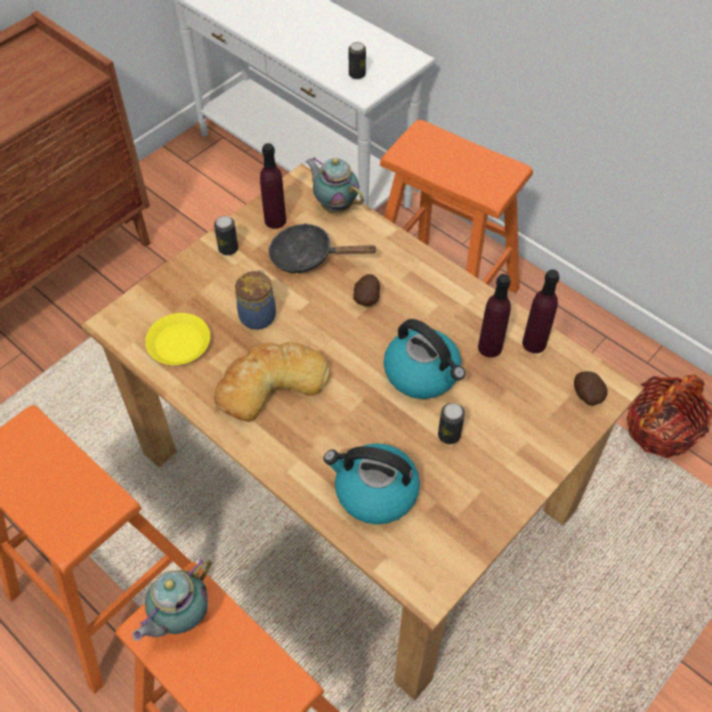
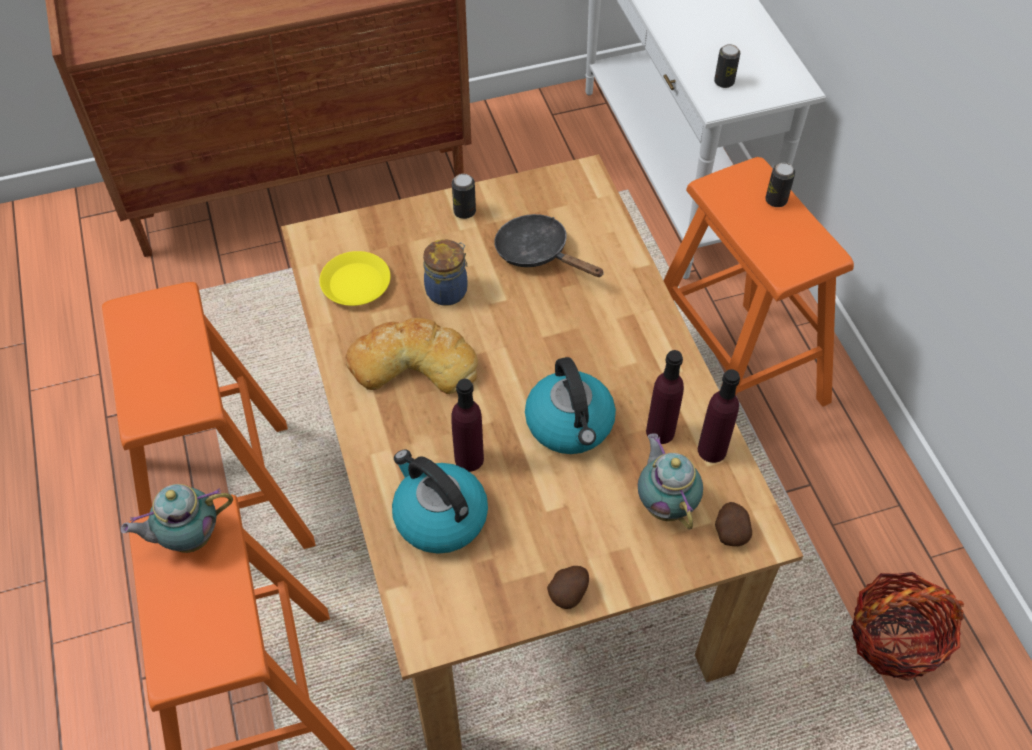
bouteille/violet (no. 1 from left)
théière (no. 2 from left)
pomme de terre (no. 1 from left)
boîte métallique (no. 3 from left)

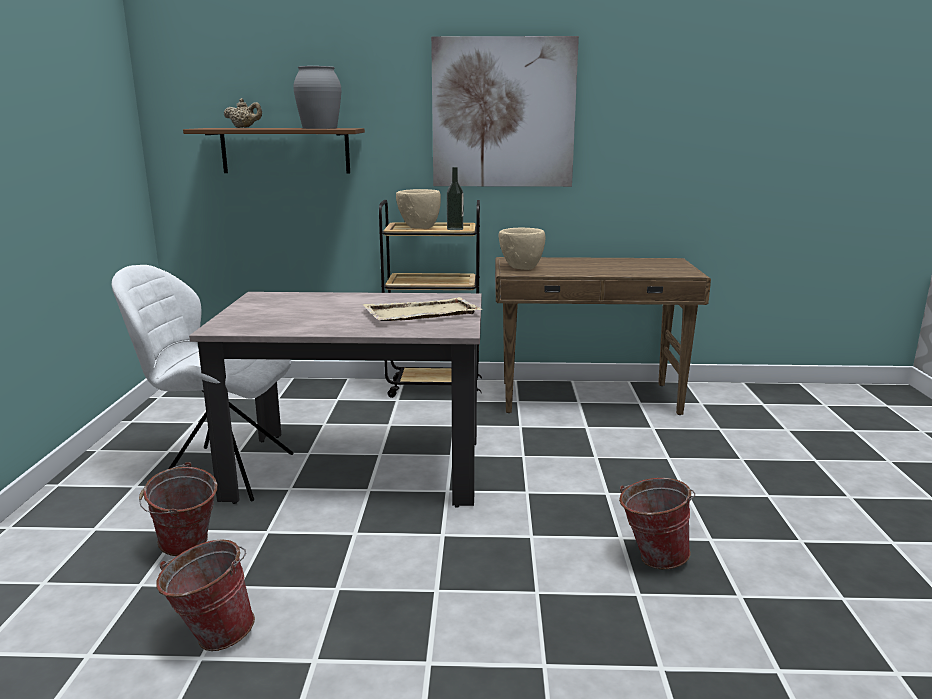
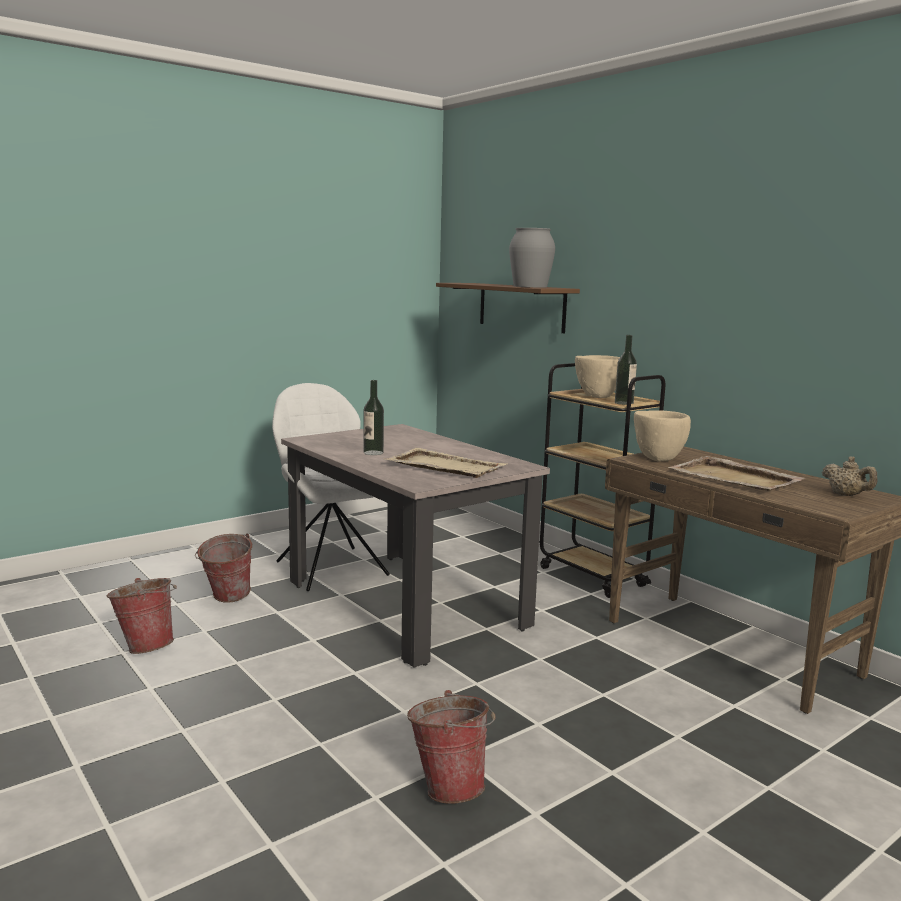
tableau
bouteille (no. 1 from left)
plateau/beige (no. 2 from left)
théière/beige

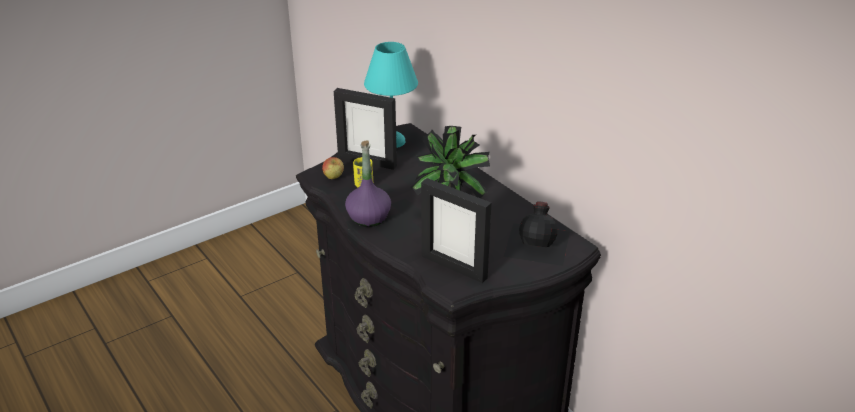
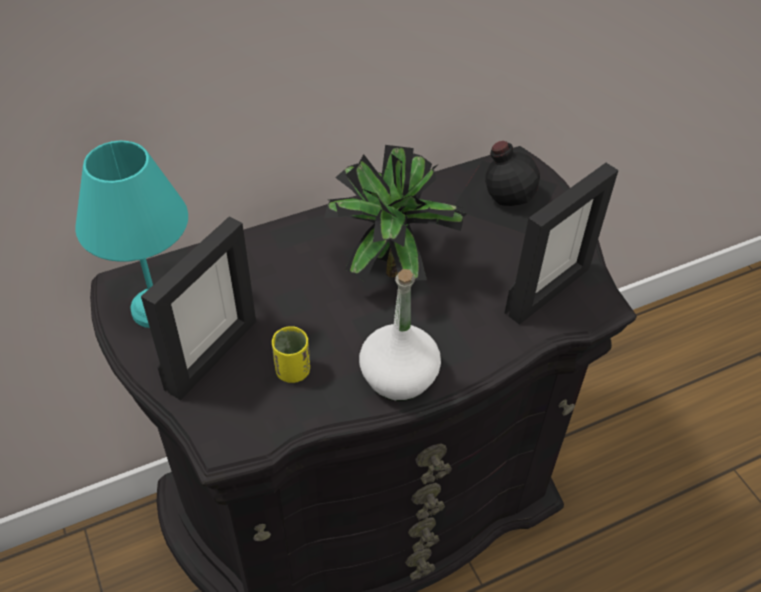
pomme
bouteille/blanc

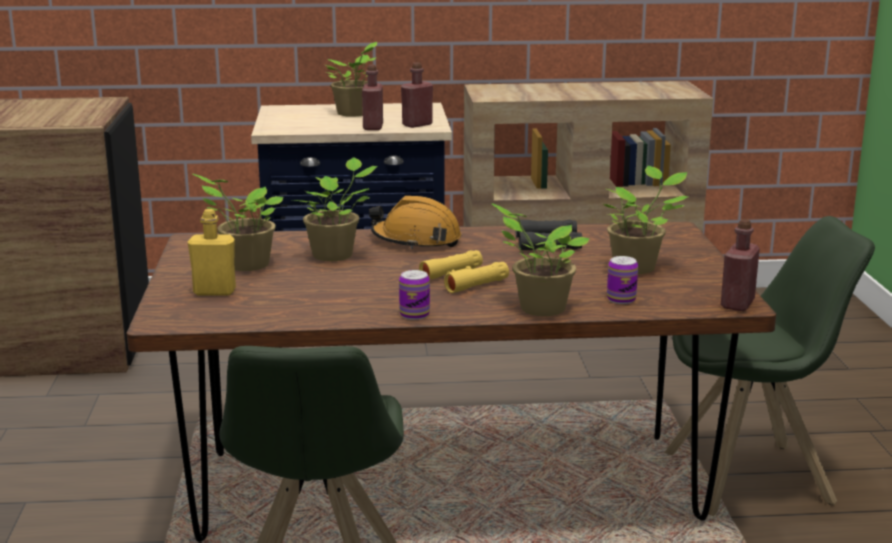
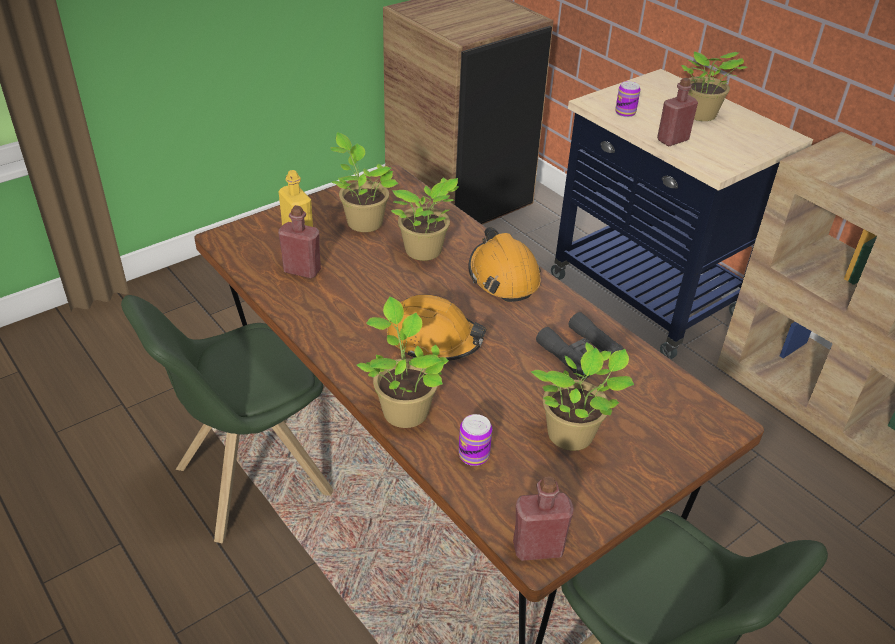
boîte métallique (no. 2 from left)
bouteille/rouge (no. 1 from left)
casque de chantier/orange (no. 1 from left)

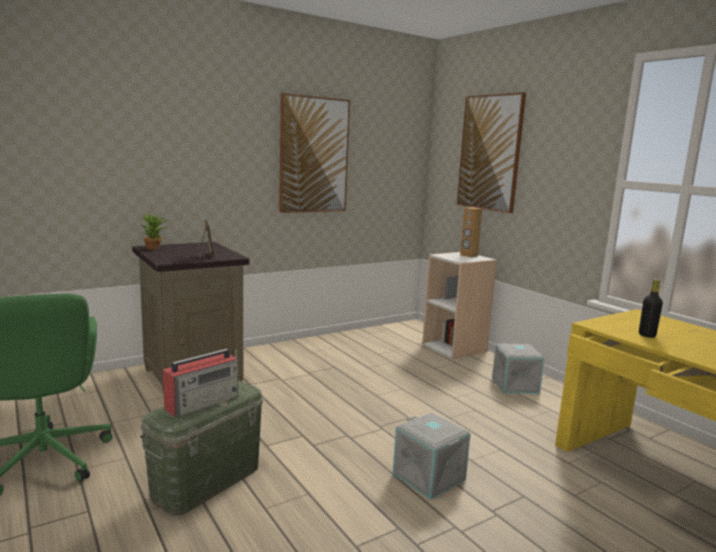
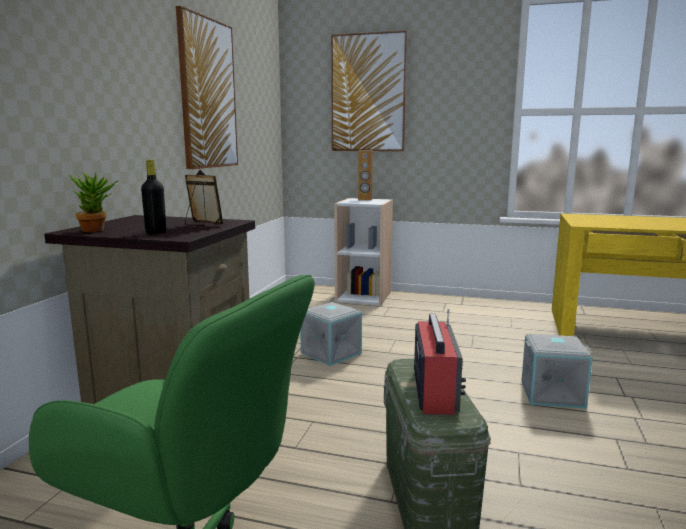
boîte de rangement/gris (no. 1 from left)
bouteille/noir

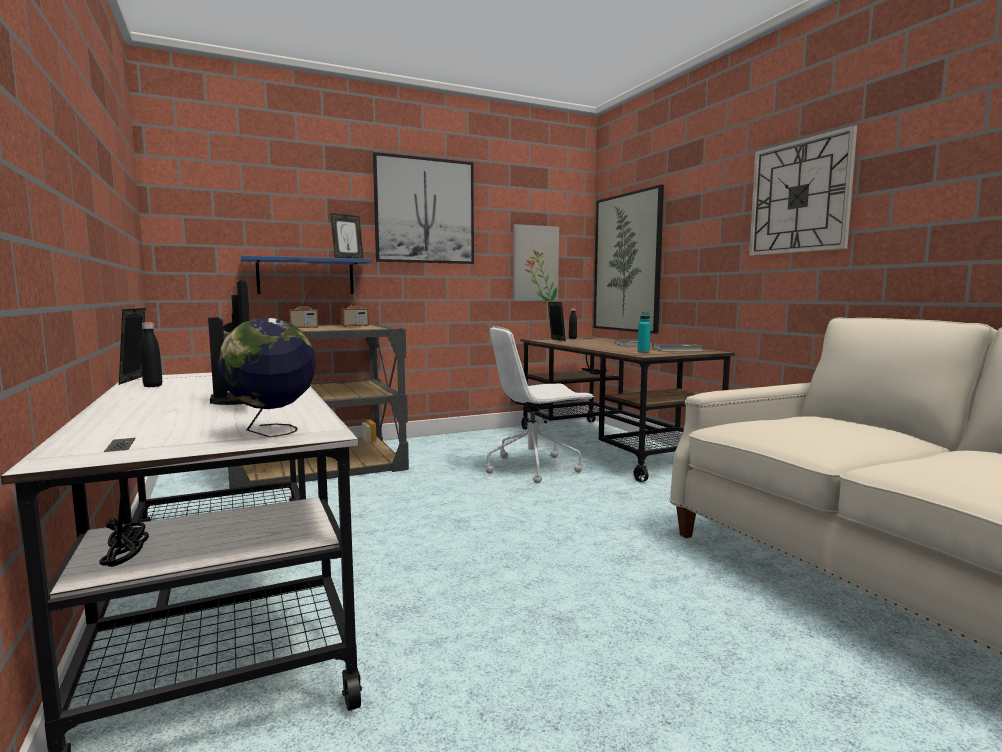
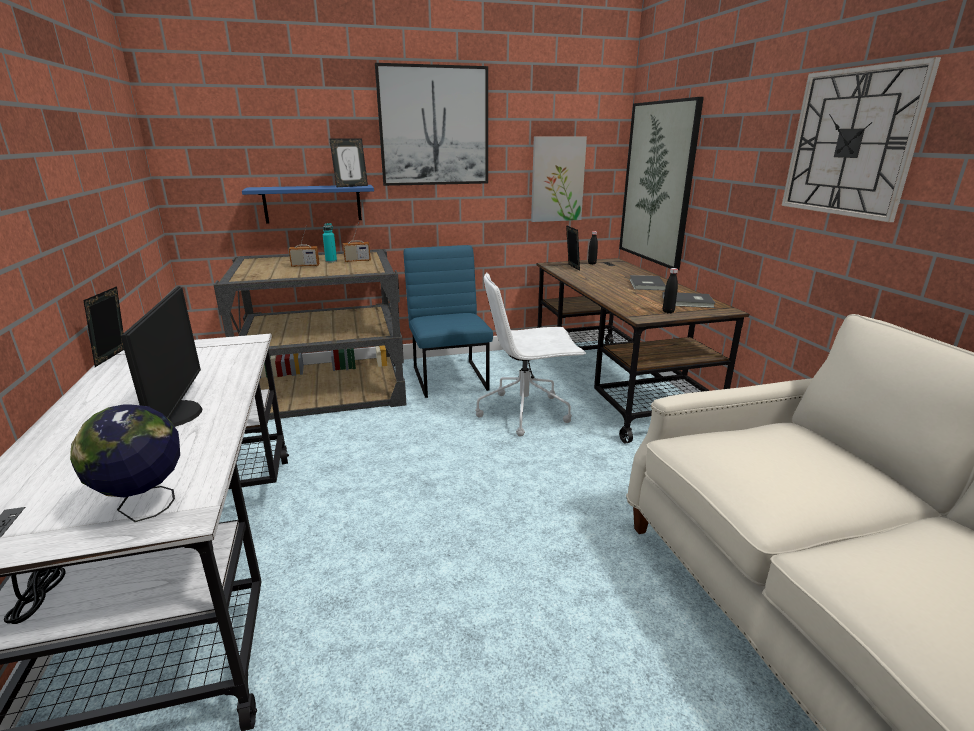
chaise/bleu
bouteille/noir (no. 2 from left)
bouteille/turquoise

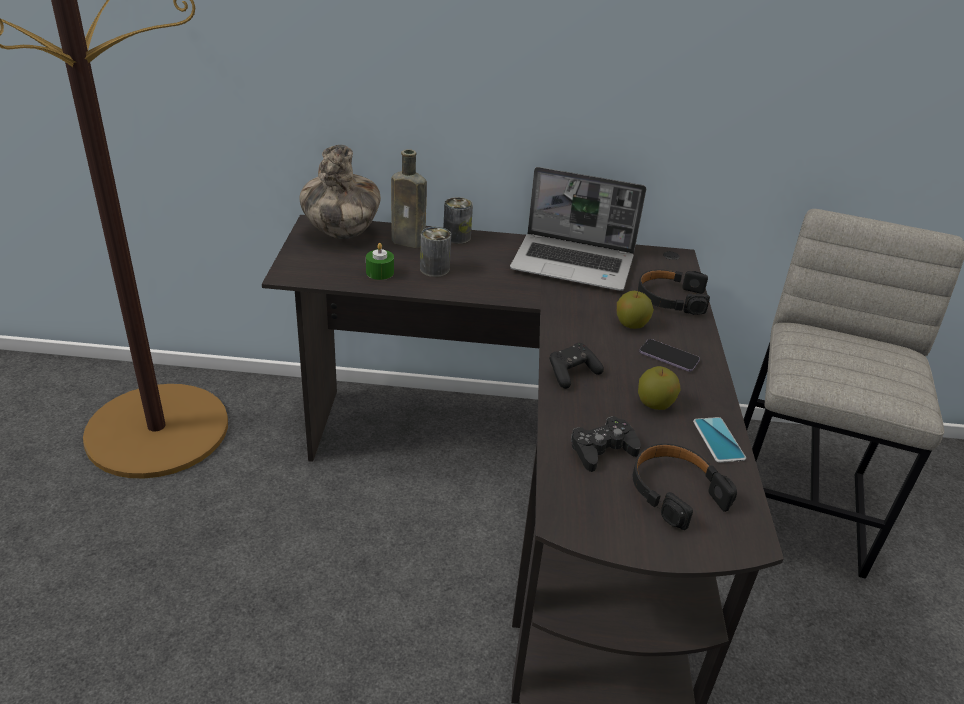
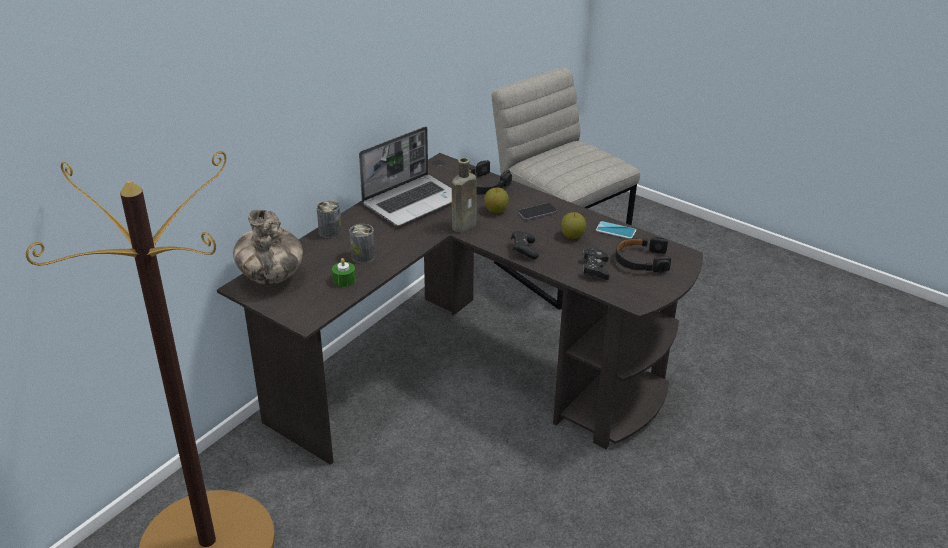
bouteille/marron

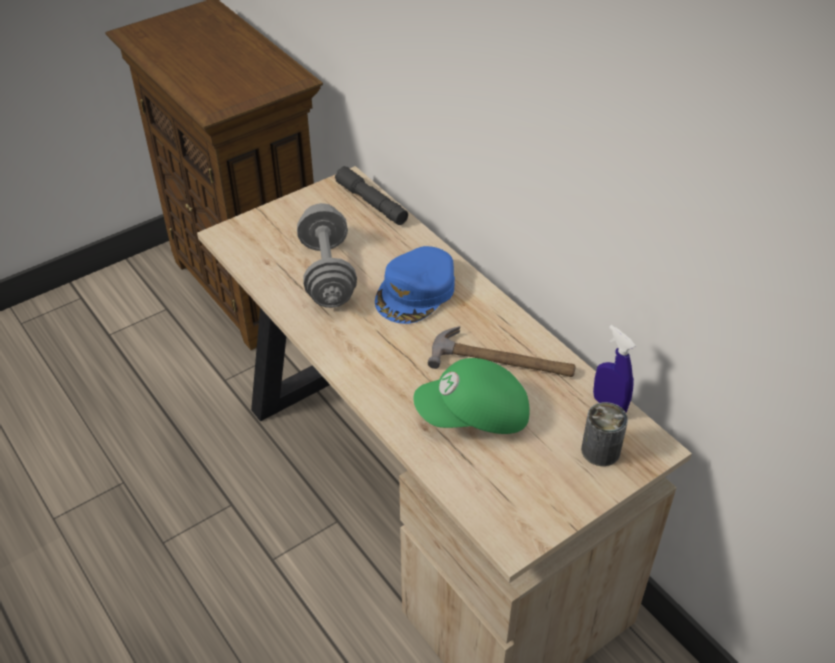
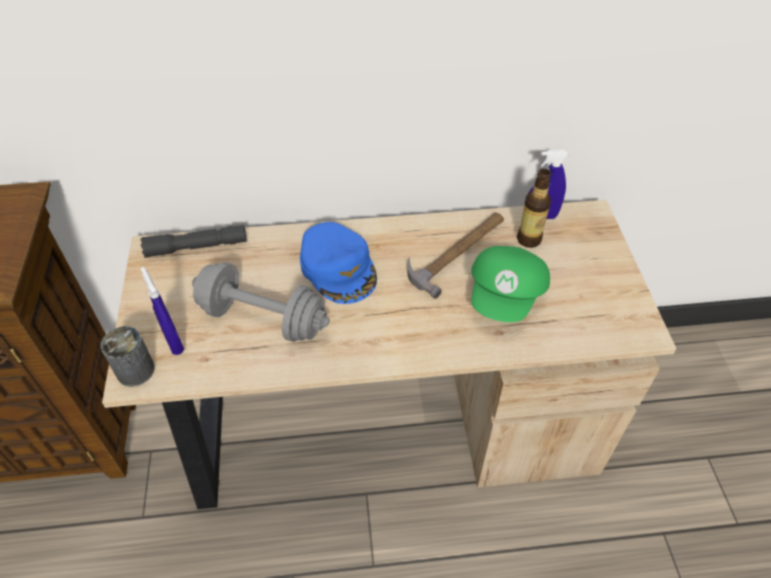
vaporisateur/bleu (no. 1 from left)
bouteille
boîte métallique

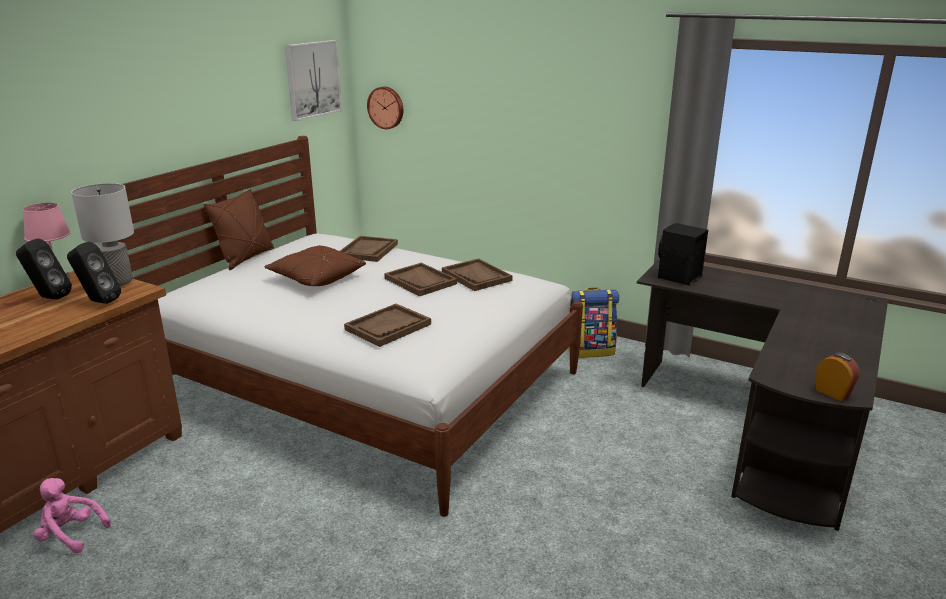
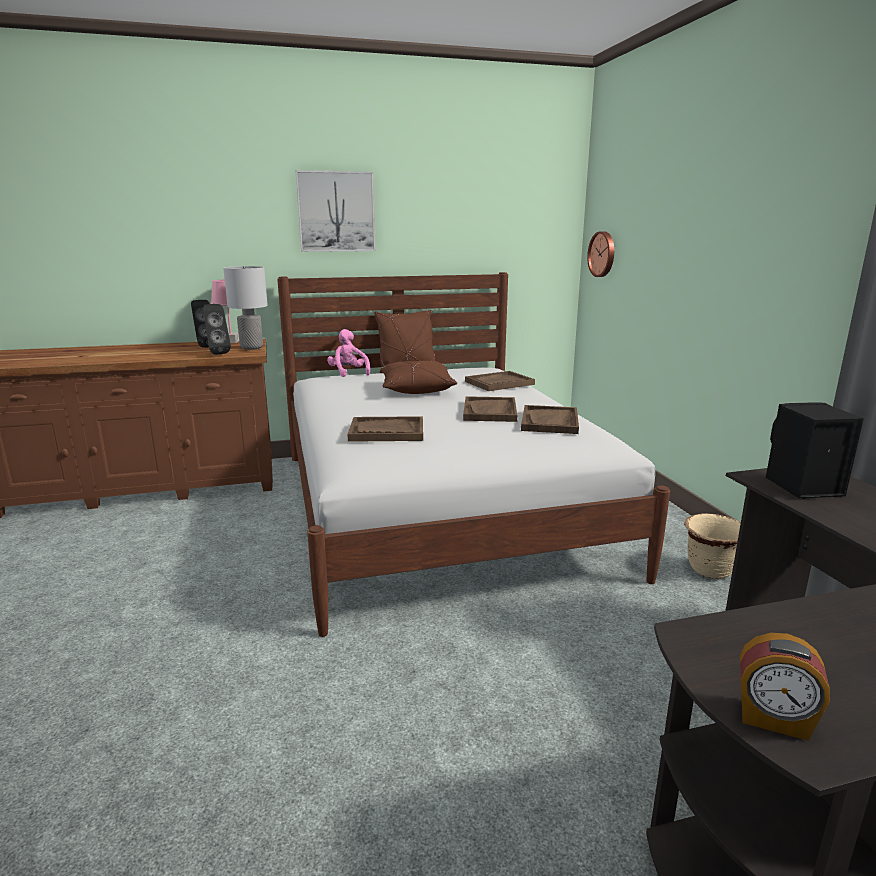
peluche/rose
tableau
cache-pot/beige
réveil

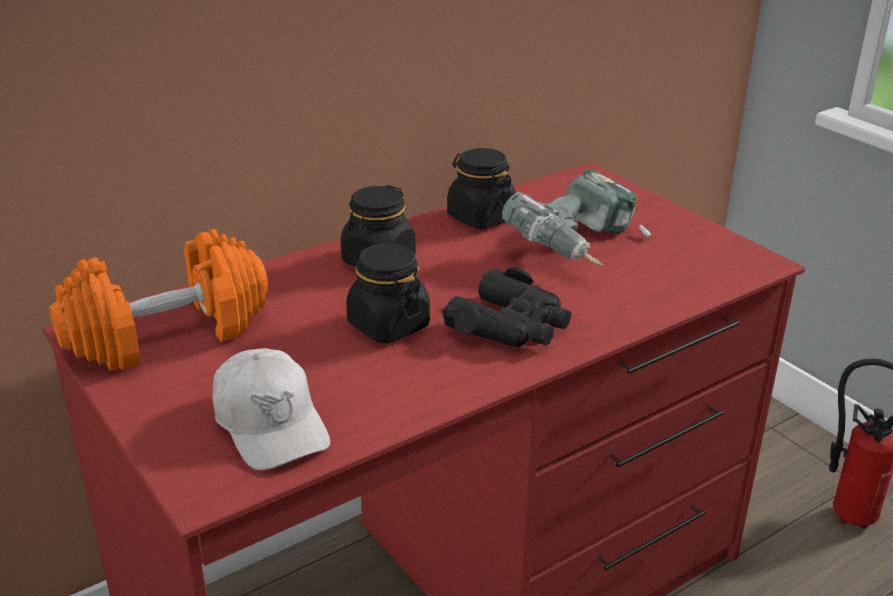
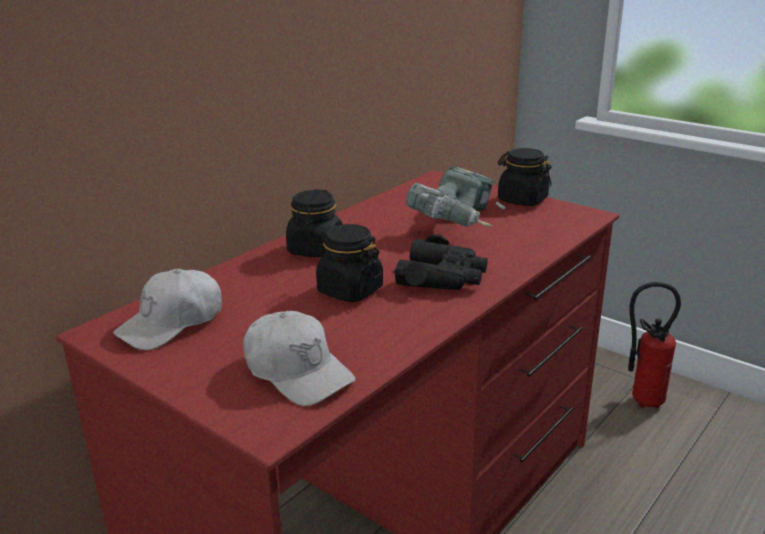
bocal/noir (no. 3 from left)
casquette/blanc (no. 1 from left)

